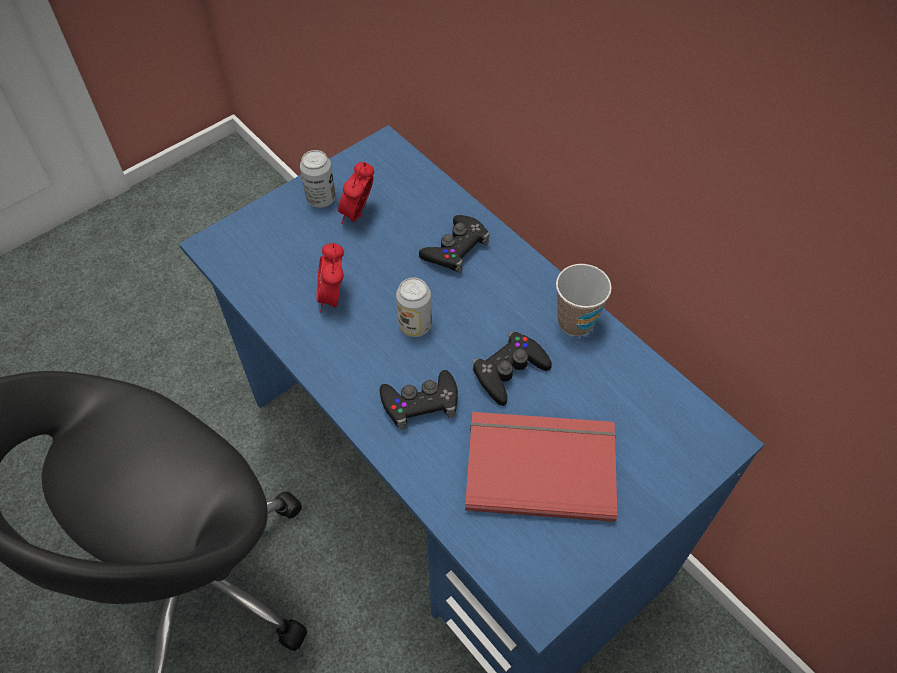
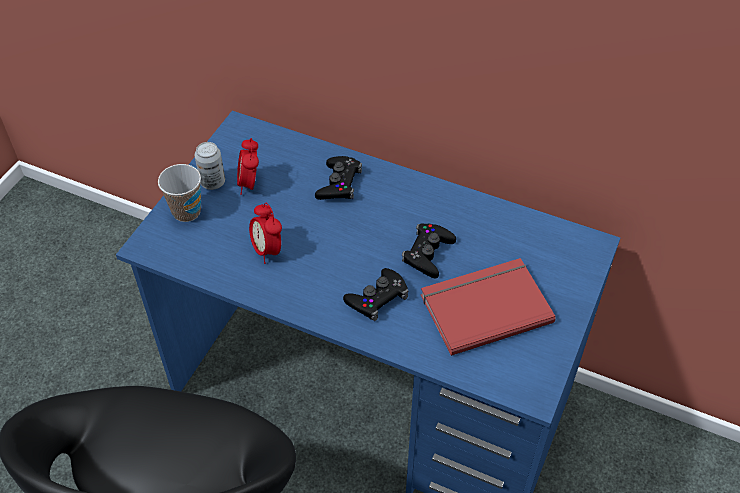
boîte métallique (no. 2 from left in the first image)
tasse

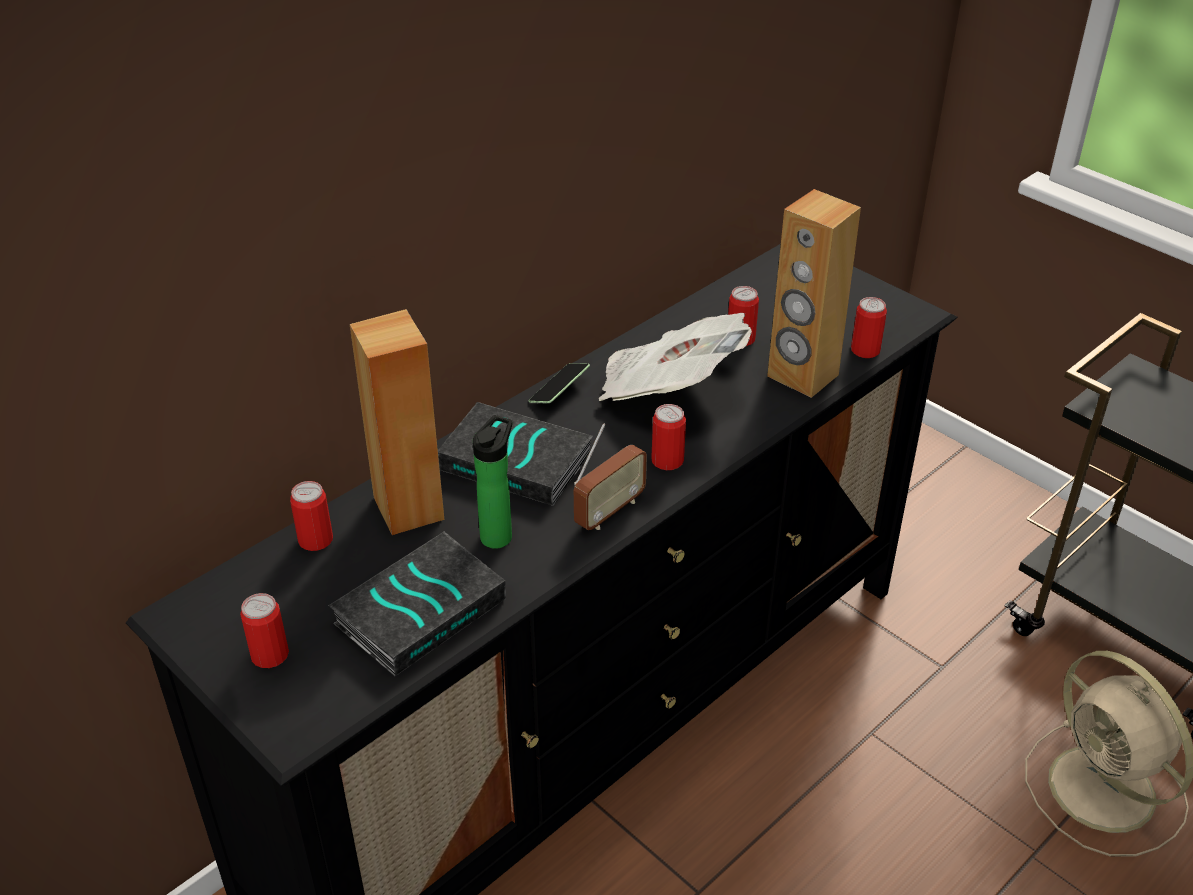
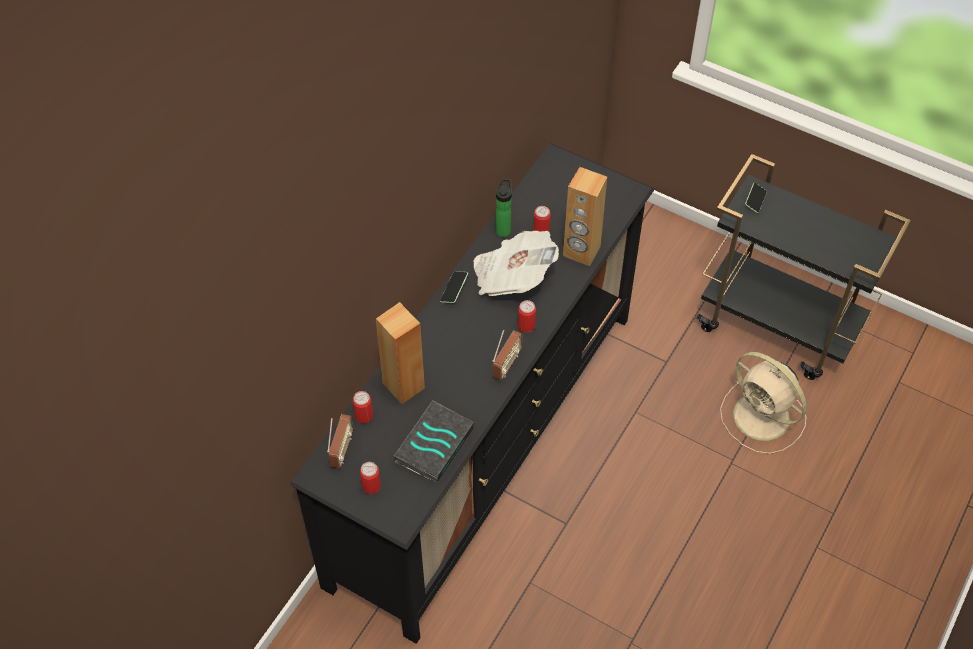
livre (no. 2 from left in the first image)
boîte métallique (no. 5 from left in the first image)
radio (no. 1 from left)
téléphone (no. 2 from left)
bouteille

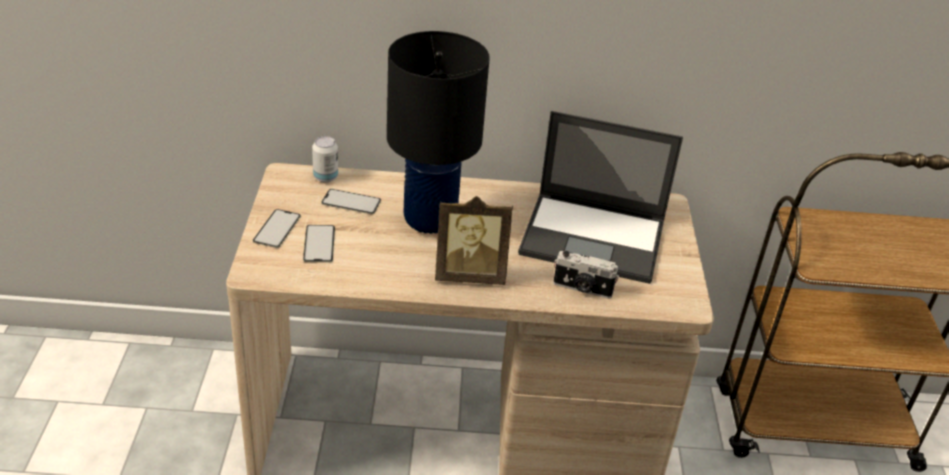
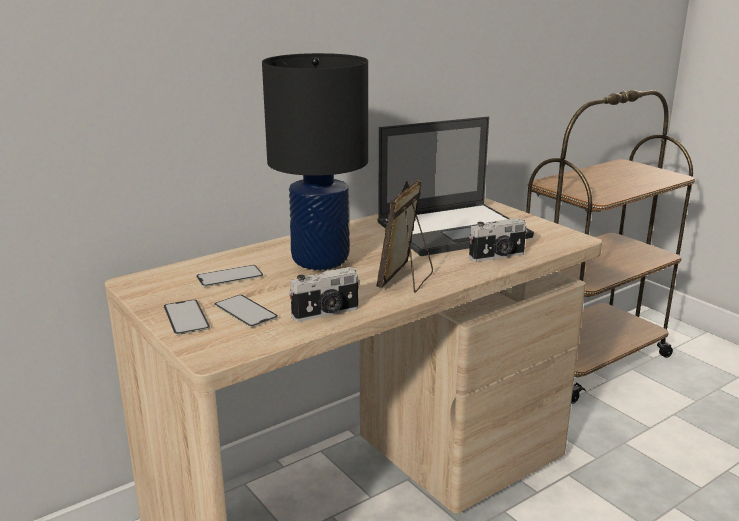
boîte métallique
appareil photo (no. 1 from left)
cadre photo

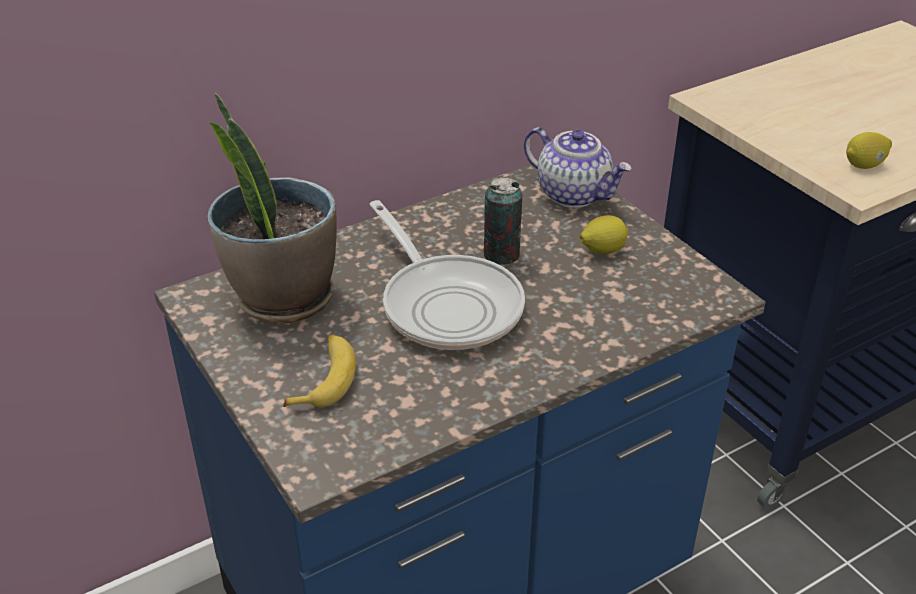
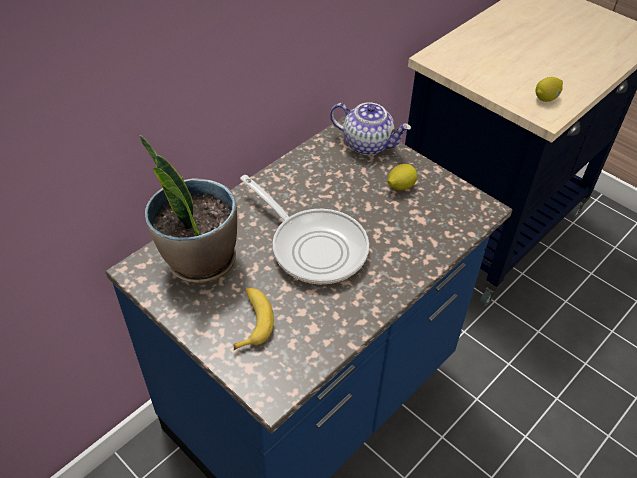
boîte métallique

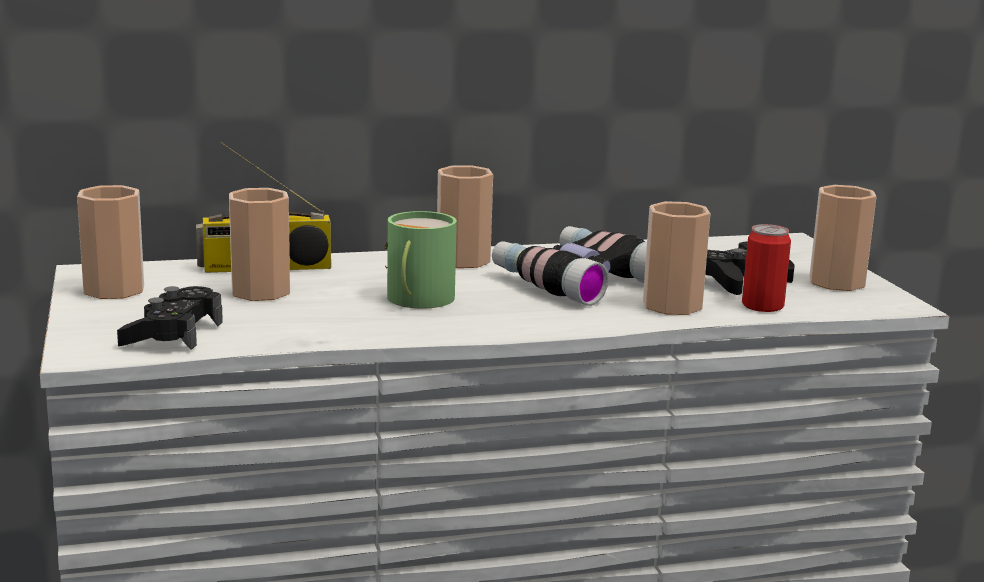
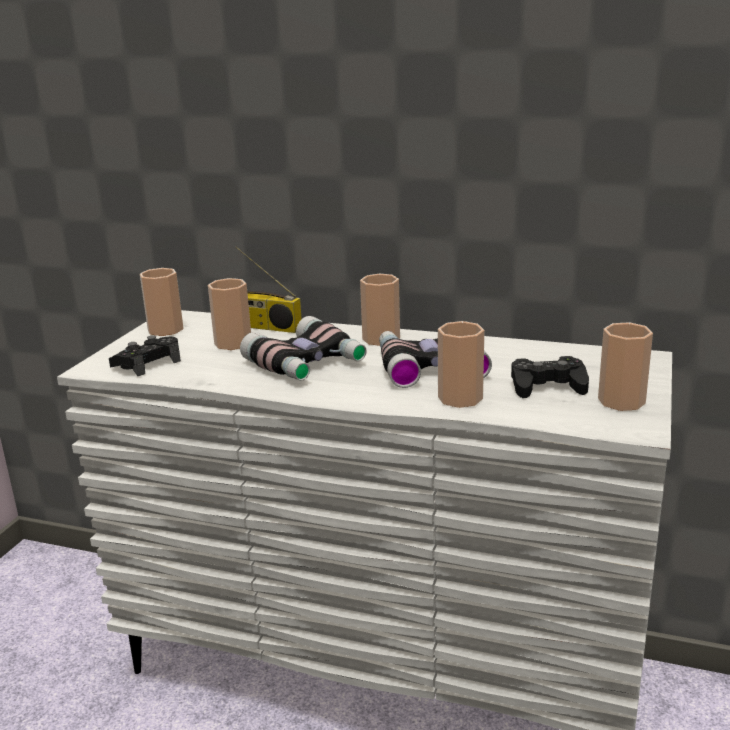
boîte métallique
jumelles (no. 1 from left)

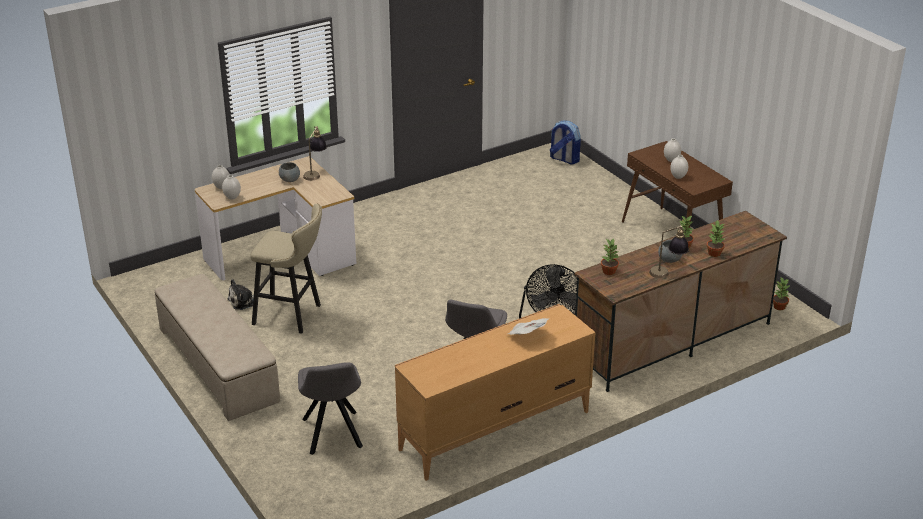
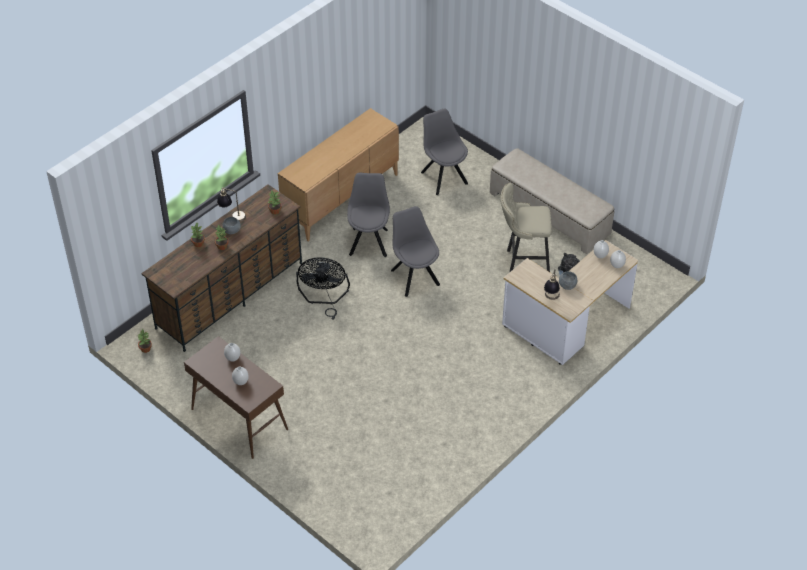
journal
sac à dos
chaise/gris (no. 2 from left)

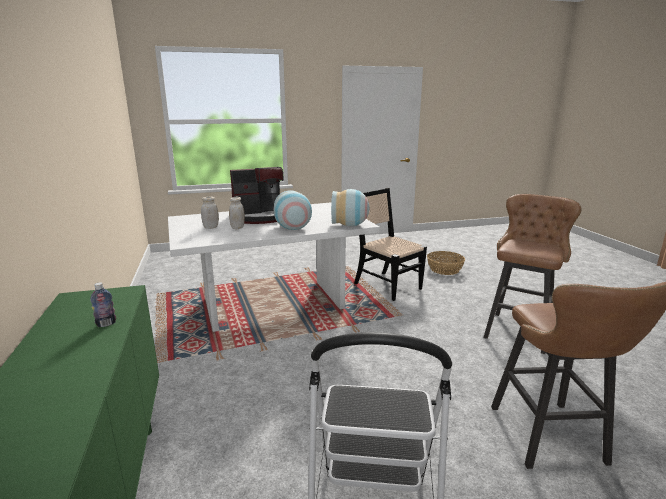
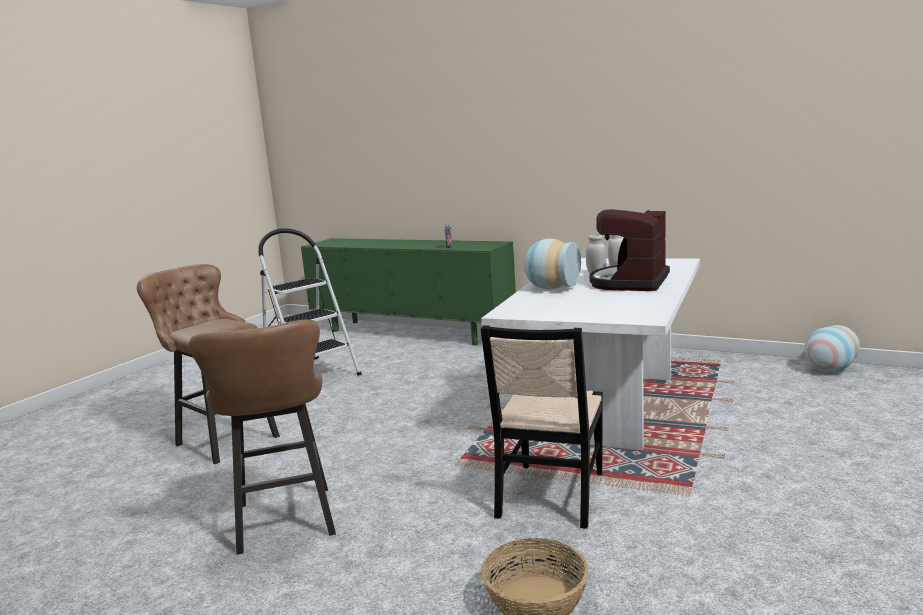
vase (no. 2 from left)
chaise

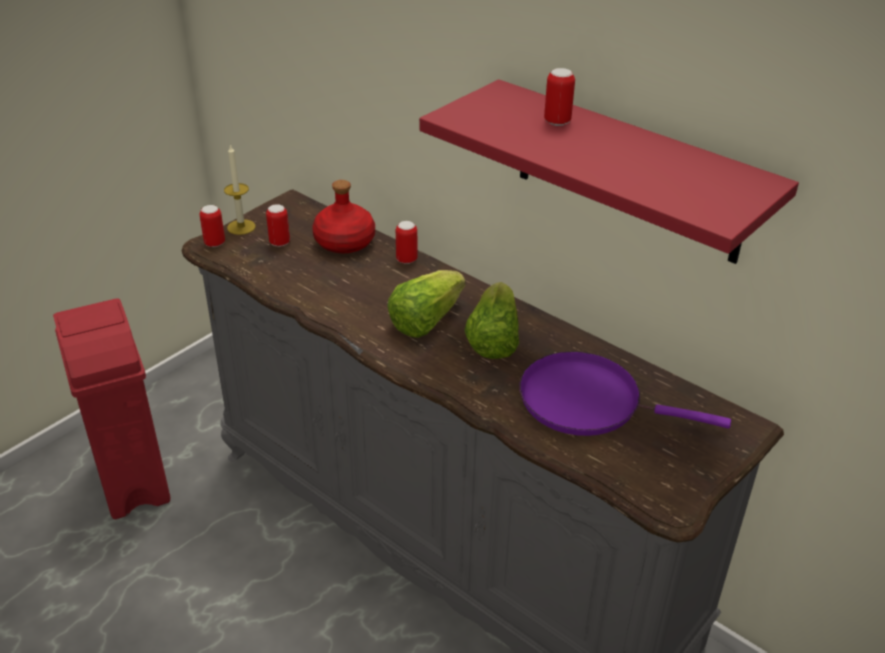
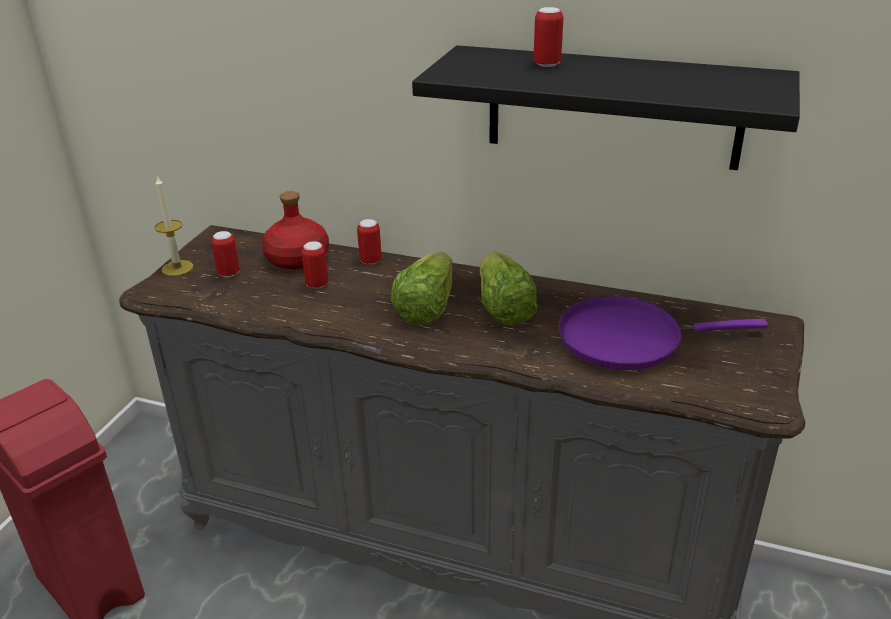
boîte métallique (no. 2 from left)
étagère/noir

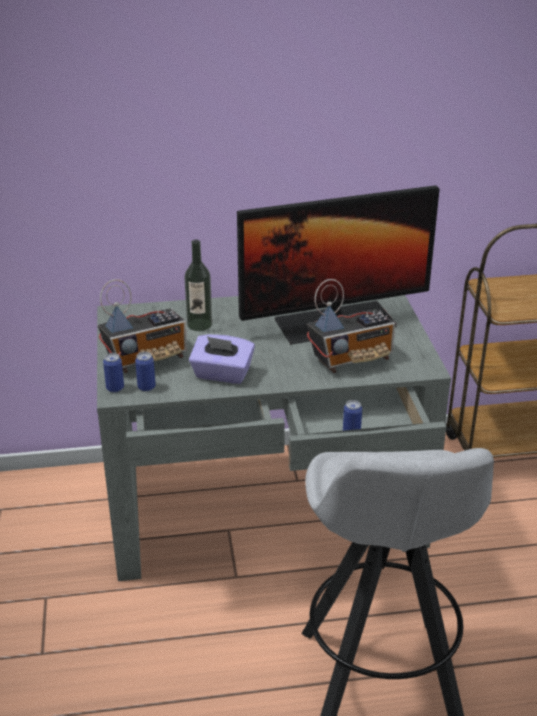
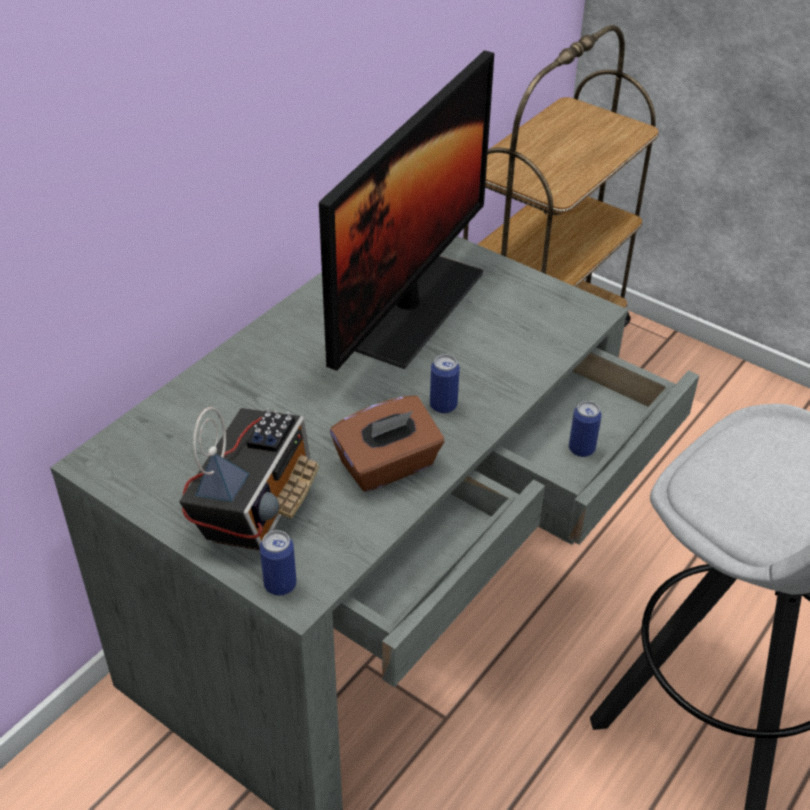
bouteille
radio (no. 2 from left in the first image)
boîte métallique (no. 2 from left)
boîte à mouchoirs/marron

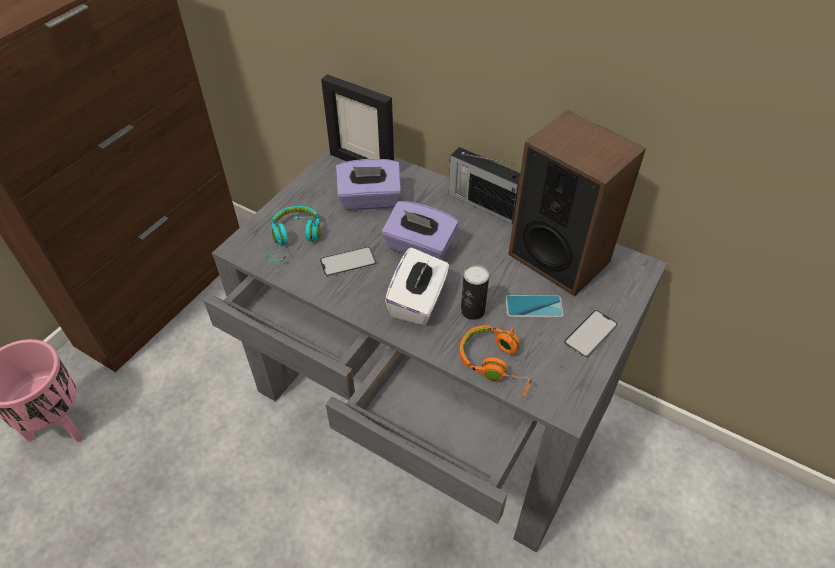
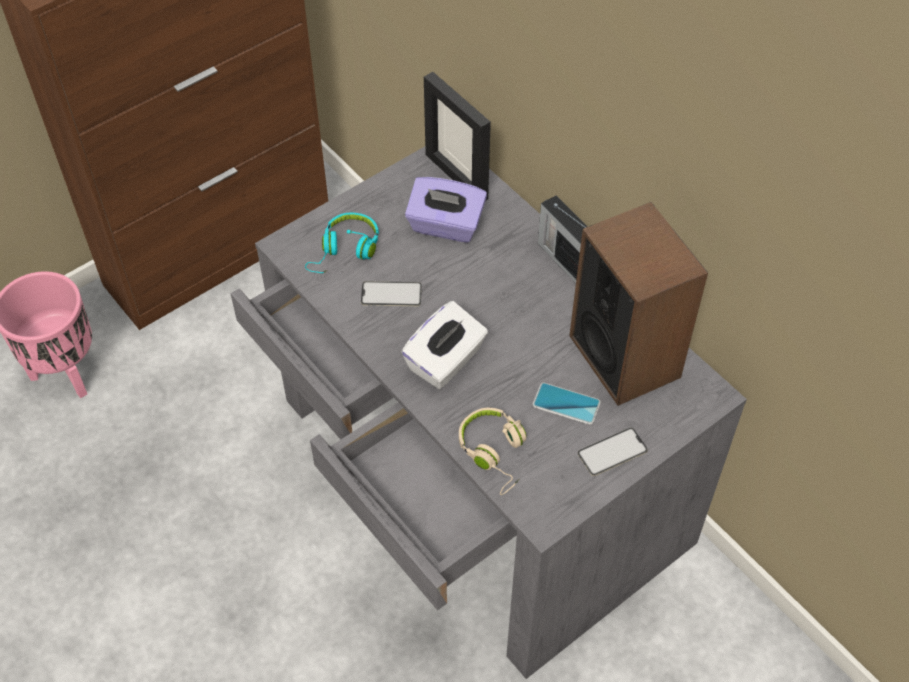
boîte à mouchoirs/violet (no. 2 from left in the first image)
boîte métallique
casque audio/beige

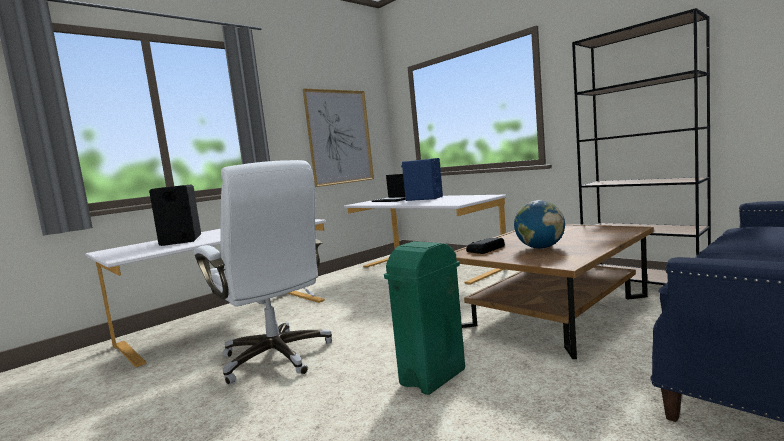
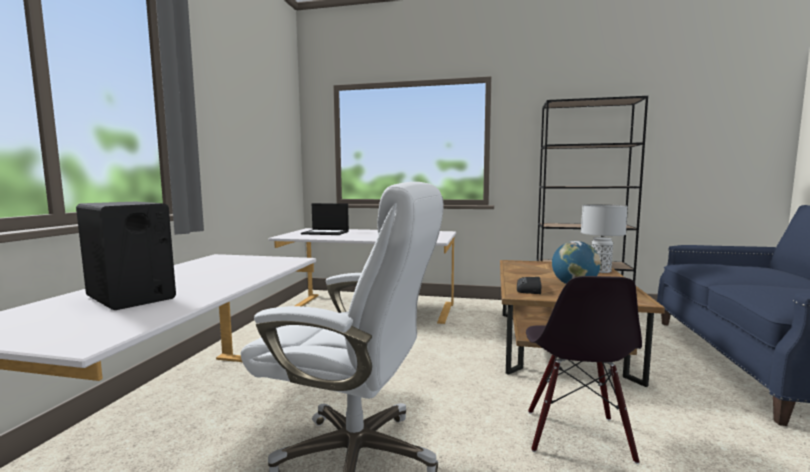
tableau
enceinte/bleu
lampe de table/blanc
chaise/noir

